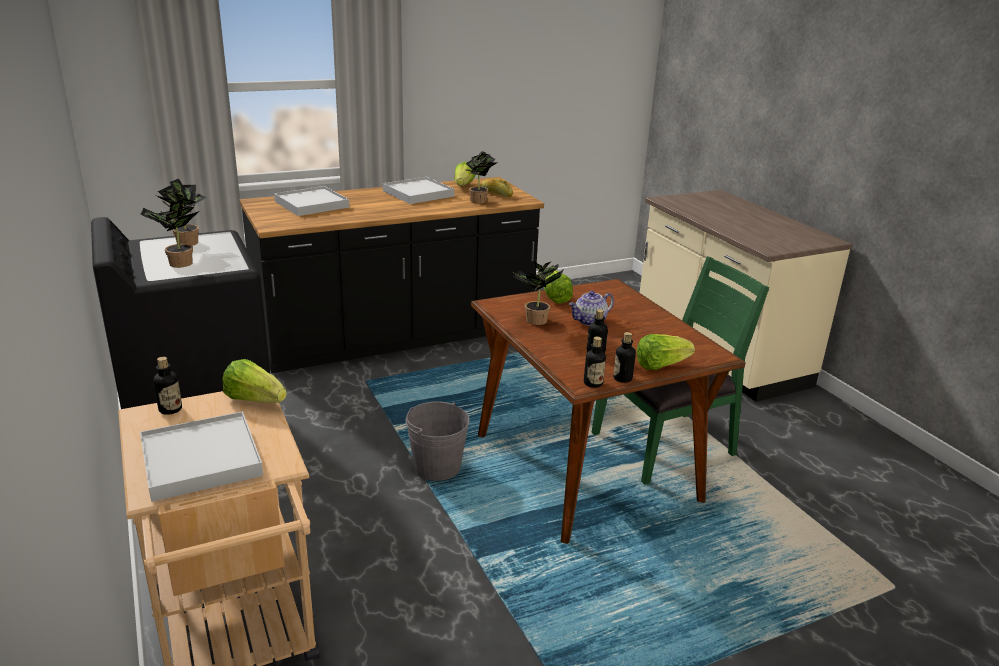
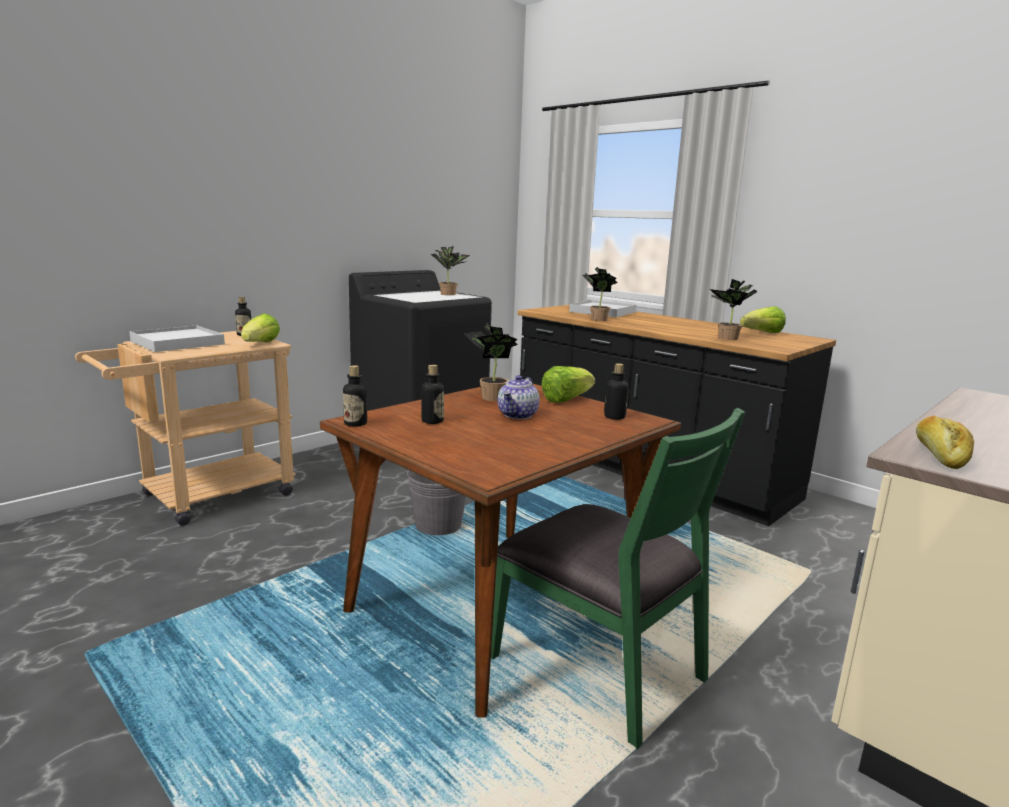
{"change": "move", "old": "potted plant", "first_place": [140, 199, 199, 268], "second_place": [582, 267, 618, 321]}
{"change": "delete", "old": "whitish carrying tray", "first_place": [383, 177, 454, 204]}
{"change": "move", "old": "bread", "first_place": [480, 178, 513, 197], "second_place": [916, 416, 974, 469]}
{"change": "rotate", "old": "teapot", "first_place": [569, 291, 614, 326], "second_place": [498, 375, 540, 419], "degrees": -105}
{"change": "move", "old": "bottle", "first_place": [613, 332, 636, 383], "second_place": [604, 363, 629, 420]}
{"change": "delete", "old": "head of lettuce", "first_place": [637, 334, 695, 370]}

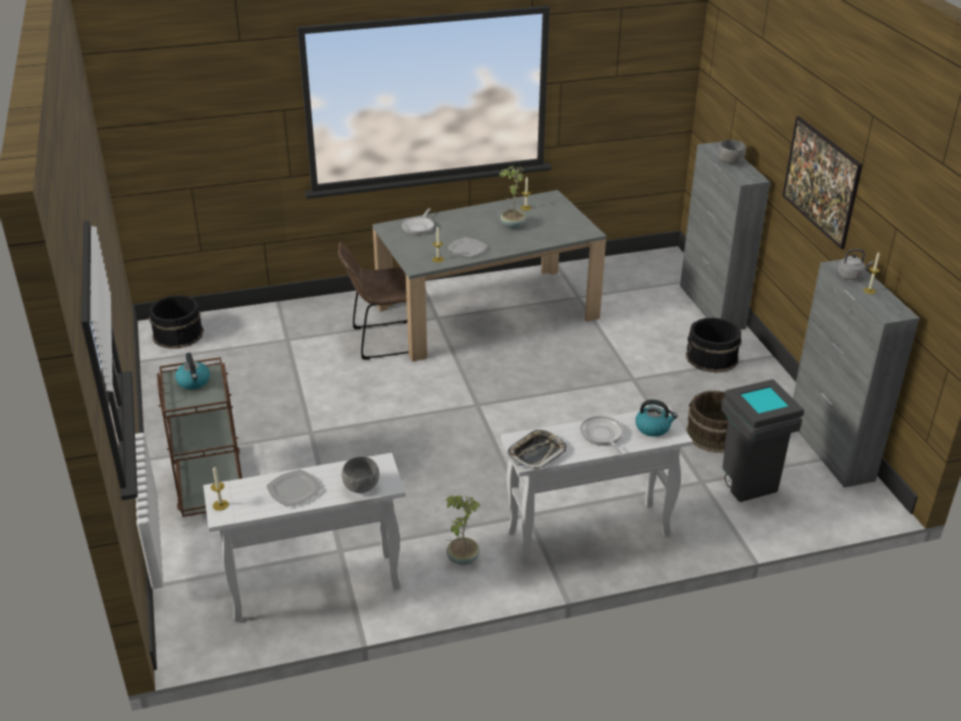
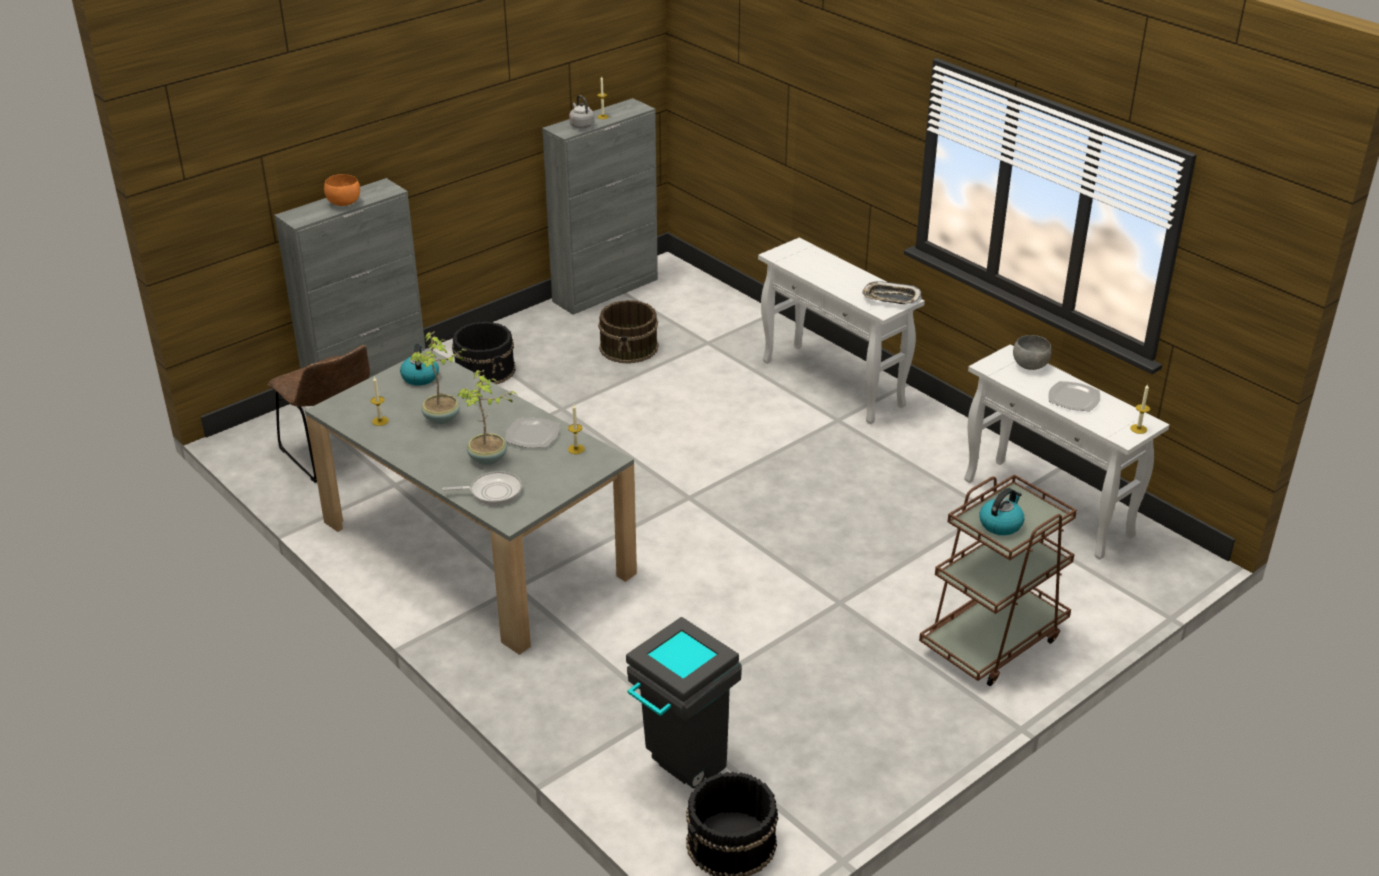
{"change": "move", "old": "brown-coloured chair", "first_place": [338, 242, 409, 360], "second_place": [268, 345, 370, 483]}
{"change": "move", "old": "potted plant", "first_place": [444, 495, 480, 565], "second_place": [457, 370, 517, 465]}
{"change": "delete", "old": "frying pan", "first_place": [580, 416, 623, 456]}
{"change": "move", "old": "kettle", "first_place": [635, 400, 678, 437], "second_place": [400, 344, 439, 386]}
{"change": "recolor", "old": "gray deep dish", "new": "orangey deep dish", "first_place": [718, 140, 746, 165], "second_place": [324, 174, 360, 206]}
{"change": "move", "old": "gray waste bin", "first_place": [721, 379, 804, 502], "second_place": [626, 617, 742, 788]}
{"change": "delete", "old": "wall picture", "first_place": [782, 116, 862, 249]}

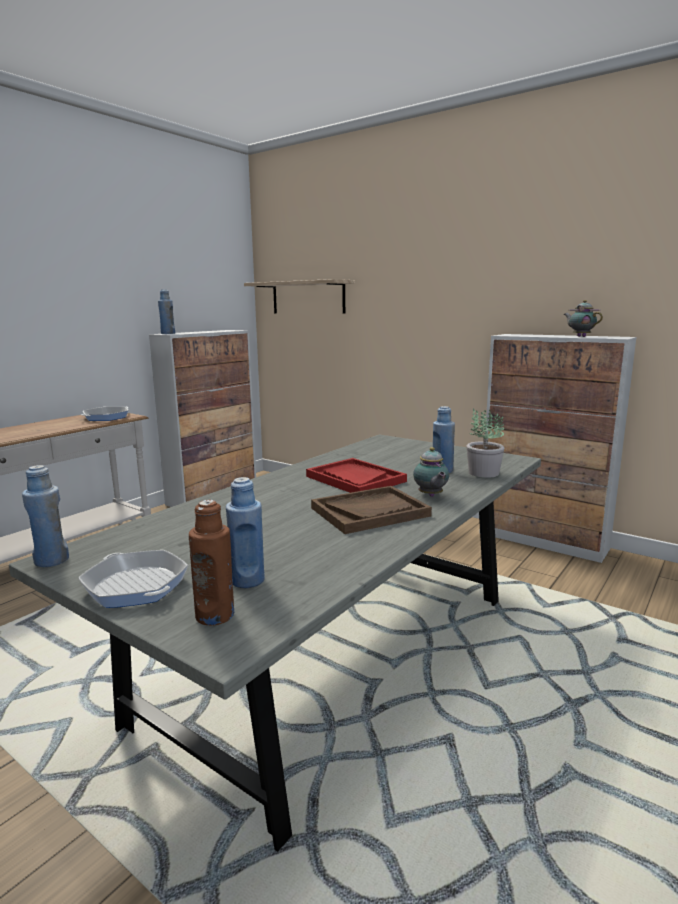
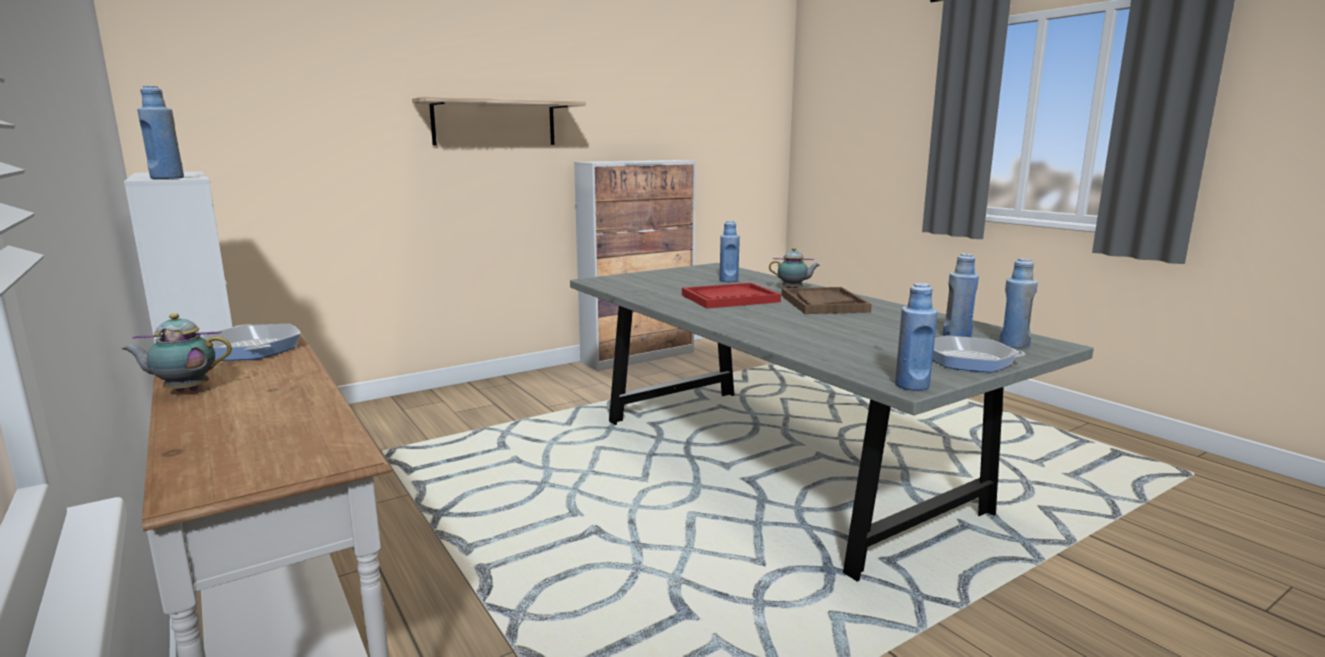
{"change": "rotate", "old": "frying pan", "first_place": [78, 550, 188, 608], "second_place": [933, 336, 1025, 373], "degrees": 45}
{"change": "recolor", "old": "brown-coloured bottle", "new": "bluish bottle", "first_place": [189, 500, 234, 626], "second_place": [999, 258, 1038, 348]}
{"change": "move", "old": "shelf", "first_place": [244, 279, 355, 314], "second_place": [412, 96, 586, 145]}
{"change": "delete", "old": "potted plant", "first_place": [467, 409, 505, 478]}
{"change": "move", "old": "teapot", "first_place": [564, 300, 603, 337], "second_place": [122, 313, 232, 392]}

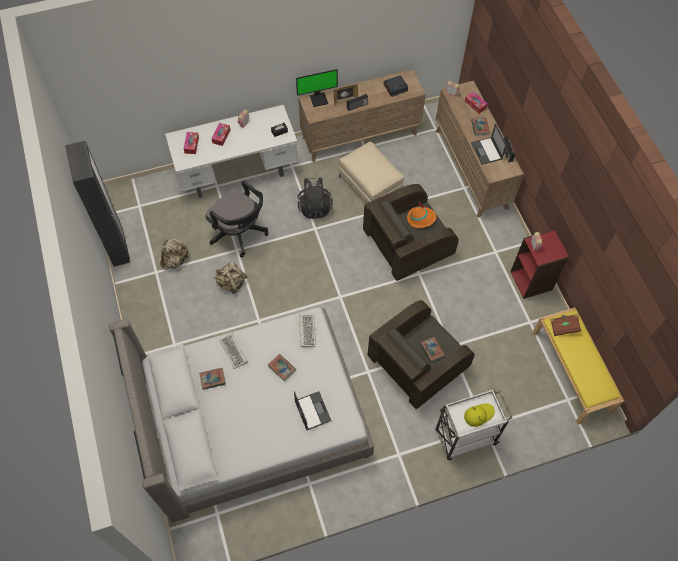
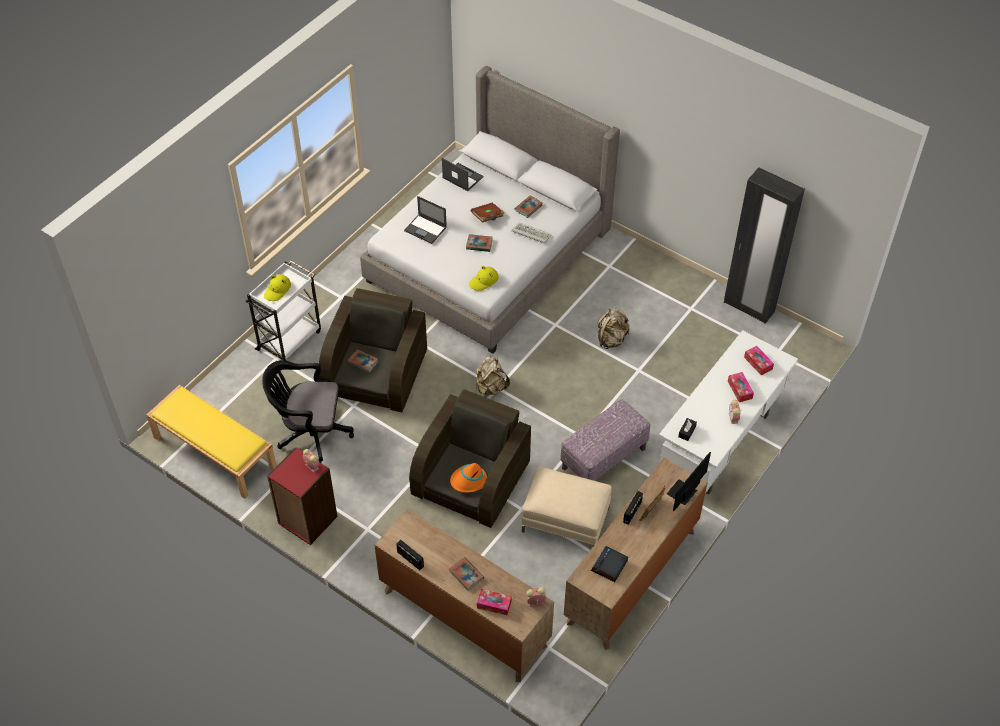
{"change": "move", "old": "sand-coloured rucksack", "first_place": [160, 237, 188, 270], "second_place": [476, 356, 510, 395]}
{"change": "move", "old": "black-coloured office chair", "first_place": [206, 180, 268, 257], "second_place": [262, 360, 354, 463]}
{"change": "replace", "old": "black-coloured rucksack", "new": "footrest", "first_place": [297, 178, 333, 219], "second_place": [560, 399, 650, 481]}
{"change": "replace", "old": "PC keyboard", "new": "yellowish wearable hat", "first_place": [299, 314, 316, 347], "second_place": [469, 266, 499, 291]}
{"change": "move", "old": "portable computer", "first_place": [471, 123, 507, 165], "second_place": [442, 158, 484, 191]}
{"change": "move", "old": "brown-coloured volume", "first_place": [550, 314, 581, 336], "second_place": [471, 203, 505, 223]}

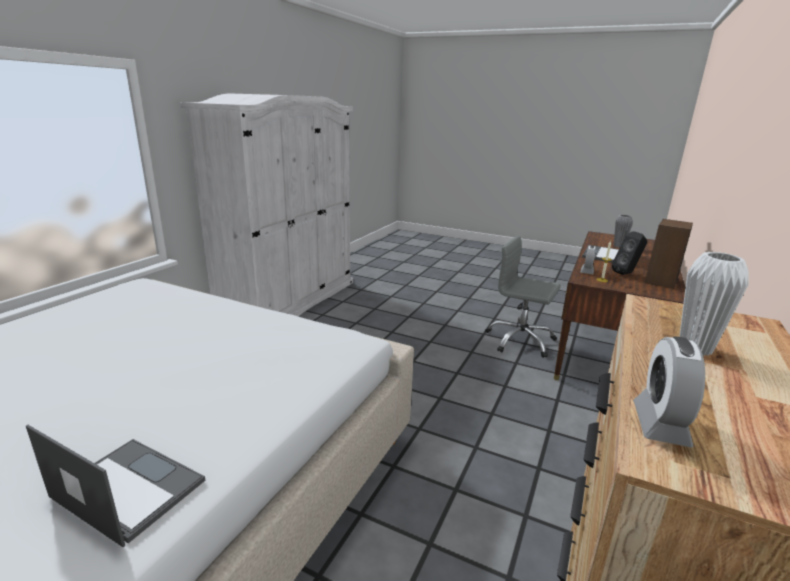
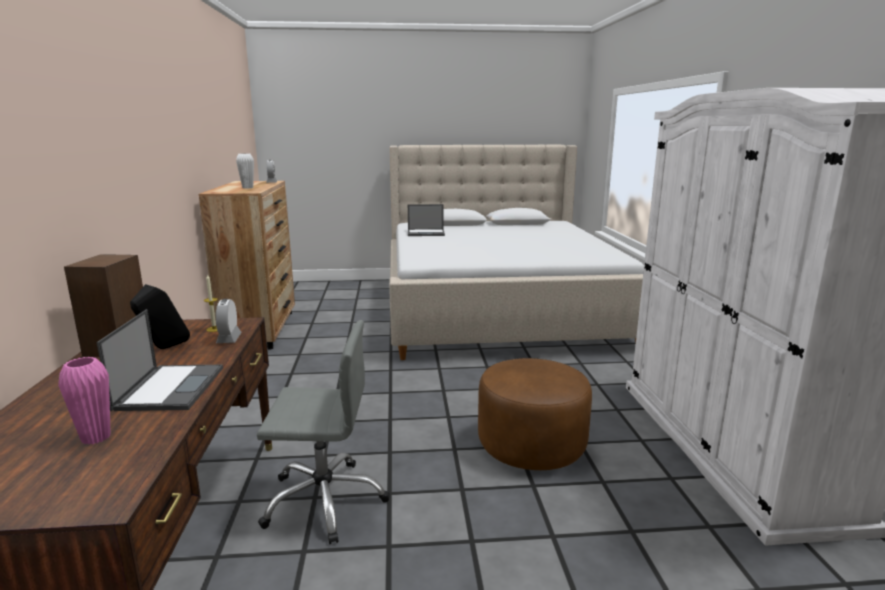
{"change": "recolor", "old": "gray decorative vase", "new": "pink-coloured decorative vase", "first_place": [614, 215, 633, 248], "second_place": [58, 357, 110, 445]}
{"change": "insert", "new": "brown-coloured footrest", "second_place": [478, 358, 592, 470]}

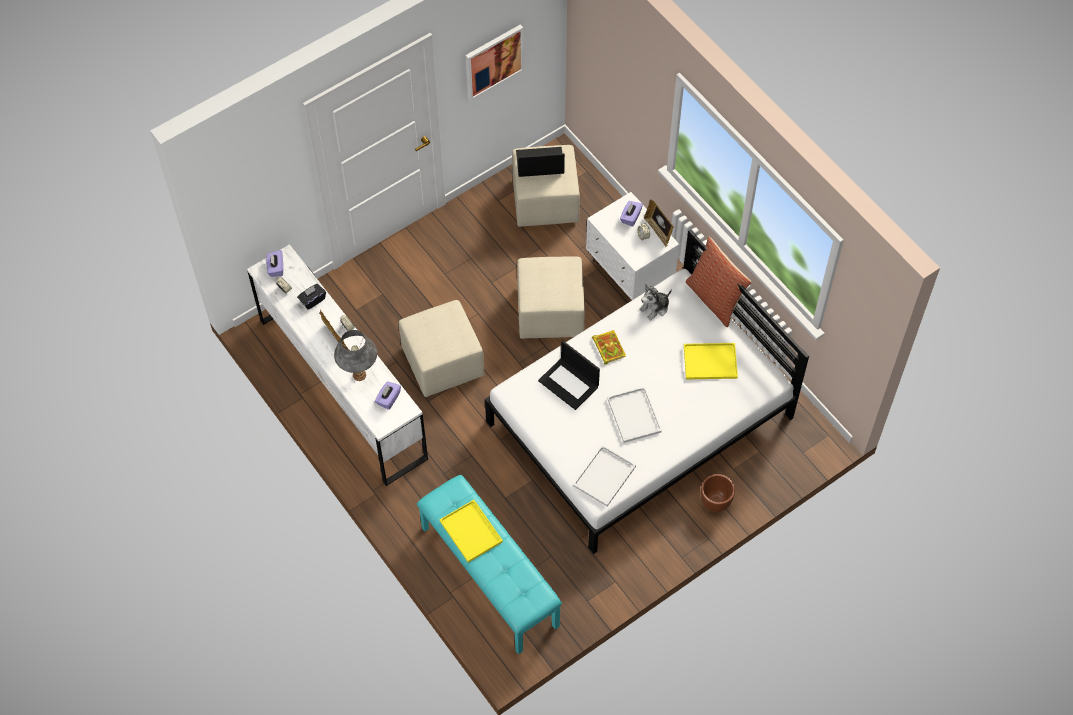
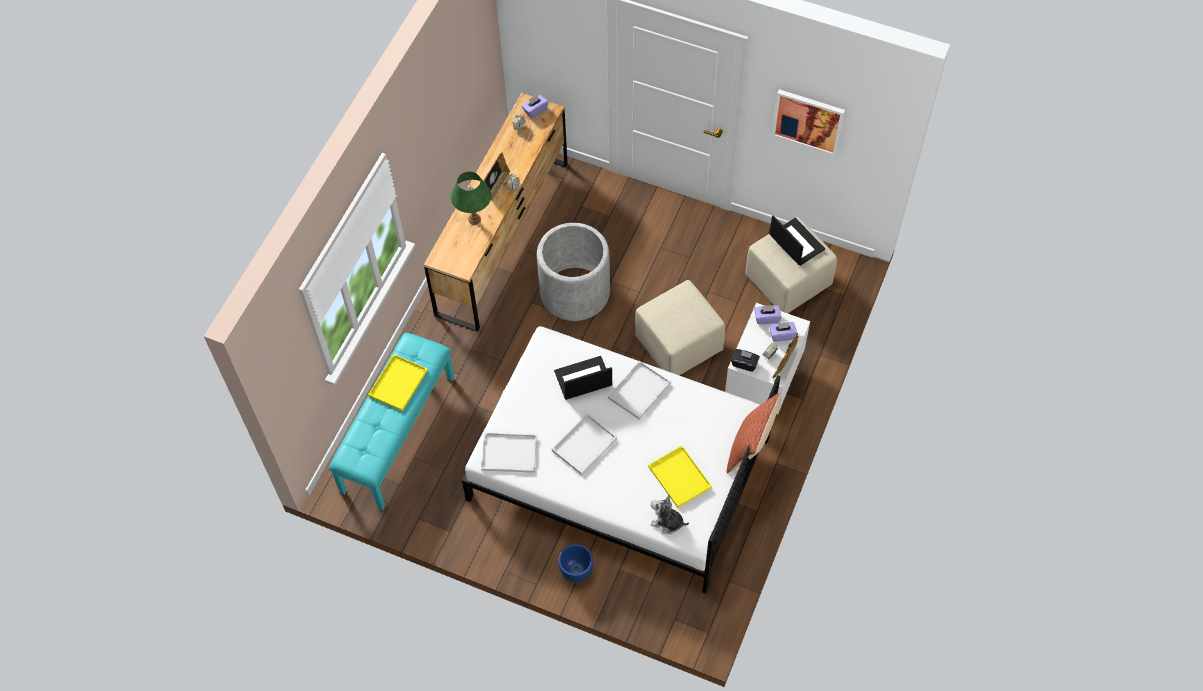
{"change": "recolor", "old": "whitish chest of drawers", "new": "brown-coloured chest of drawers", "first_place": [247, 244, 428, 486], "second_place": [424, 93, 568, 332]}
{"change": "move", "old": "black-coloured tissue holder", "first_place": [297, 284, 326, 310], "second_place": [731, 349, 760, 372]}
{"change": "recolor", "old": "gray table lamp", "new": "greenish table lamp", "first_place": [334, 330, 377, 381], "second_place": [451, 172, 491, 225]}
{"change": "move", "old": "purple-coloured tissue holder", "first_place": [375, 381, 401, 410], "second_place": [754, 306, 781, 324]}
{"change": "replace", "old": "sand-coloured footrest", "new": "gray flower pot", "first_place": [399, 300, 485, 397], "second_place": [537, 223, 610, 321]}
{"change": "rotate", "old": "portable computer", "first_place": [538, 340, 600, 410], "second_place": [554, 356, 612, 400], "degrees": 60}
{"change": "replace", "old": "volume", "new": "whitish carrying tray", "first_place": [592, 330, 626, 364], "second_place": [608, 361, 671, 420]}
{"change": "move", "old": "soft toy", "first_place": [639, 284, 672, 321], "second_place": [651, 495, 689, 534]}
{"change": "recolor", "old": "brown-coloured flower pot", "new": "bluish flower pot", "first_place": [701, 474, 735, 512], "second_place": [558, 544, 593, 582]}

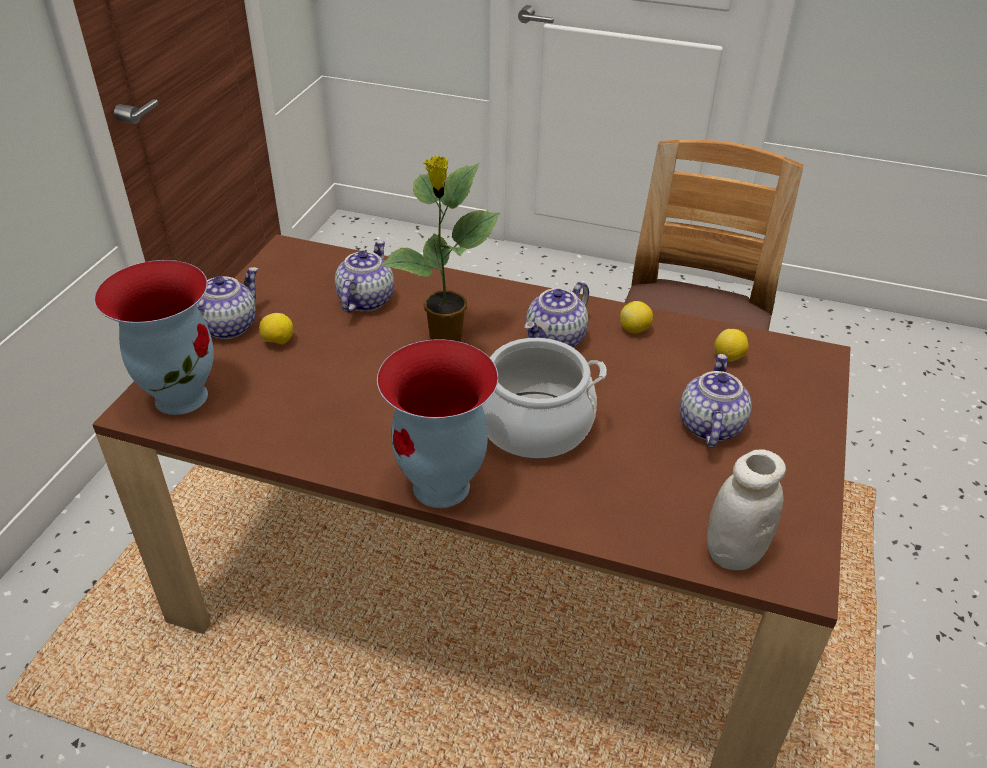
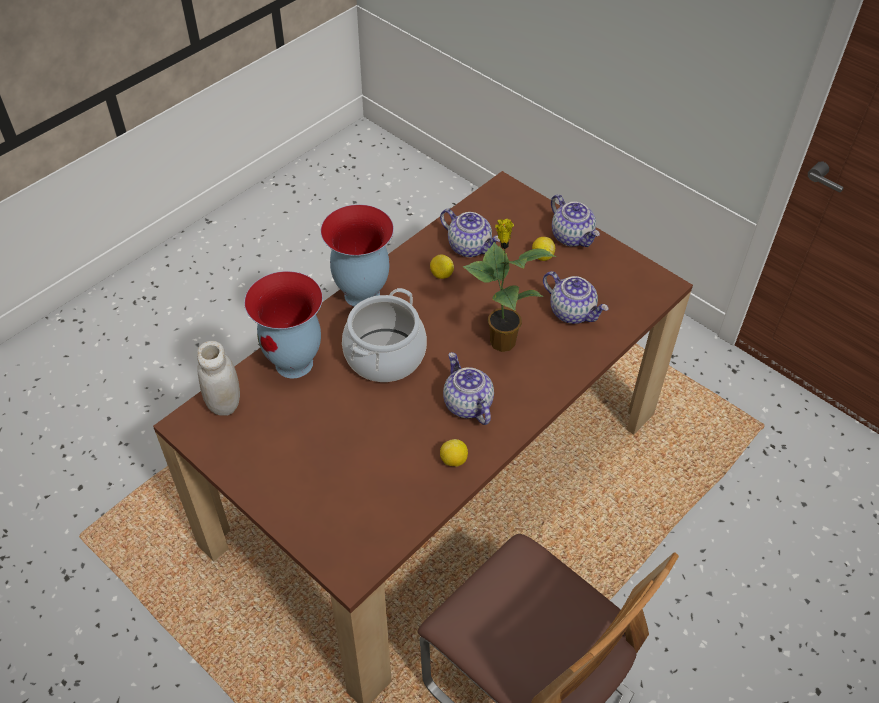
{"change": "move", "old": "decorative vase", "first_place": [94, 260, 214, 415], "second_place": [244, 271, 323, 379]}
{"change": "move", "old": "teapot", "first_place": [680, 354, 752, 448], "second_place": [440, 209, 500, 257]}
{"change": "move", "old": "citrus fruit", "first_place": [714, 329, 749, 361], "second_place": [430, 255, 454, 279]}

